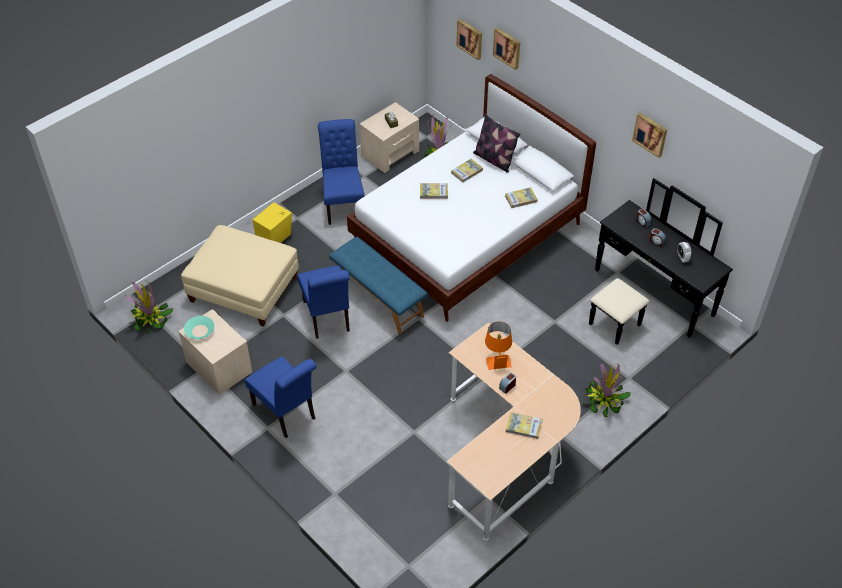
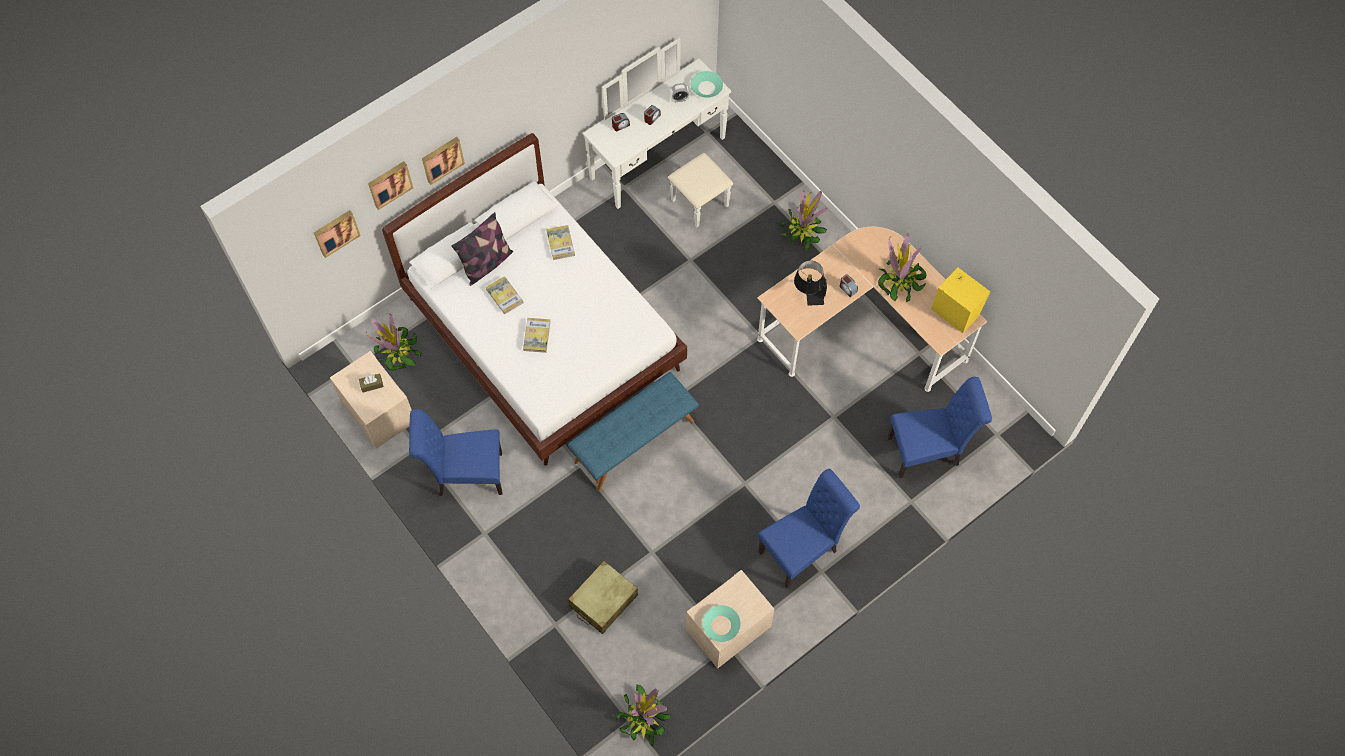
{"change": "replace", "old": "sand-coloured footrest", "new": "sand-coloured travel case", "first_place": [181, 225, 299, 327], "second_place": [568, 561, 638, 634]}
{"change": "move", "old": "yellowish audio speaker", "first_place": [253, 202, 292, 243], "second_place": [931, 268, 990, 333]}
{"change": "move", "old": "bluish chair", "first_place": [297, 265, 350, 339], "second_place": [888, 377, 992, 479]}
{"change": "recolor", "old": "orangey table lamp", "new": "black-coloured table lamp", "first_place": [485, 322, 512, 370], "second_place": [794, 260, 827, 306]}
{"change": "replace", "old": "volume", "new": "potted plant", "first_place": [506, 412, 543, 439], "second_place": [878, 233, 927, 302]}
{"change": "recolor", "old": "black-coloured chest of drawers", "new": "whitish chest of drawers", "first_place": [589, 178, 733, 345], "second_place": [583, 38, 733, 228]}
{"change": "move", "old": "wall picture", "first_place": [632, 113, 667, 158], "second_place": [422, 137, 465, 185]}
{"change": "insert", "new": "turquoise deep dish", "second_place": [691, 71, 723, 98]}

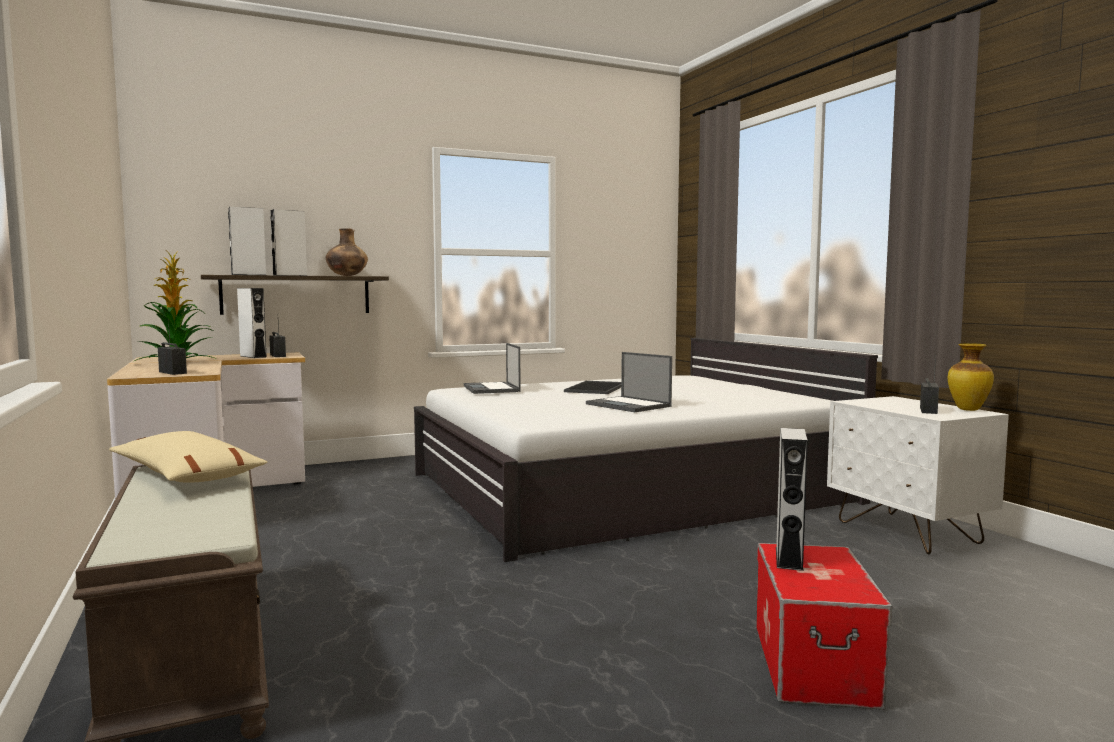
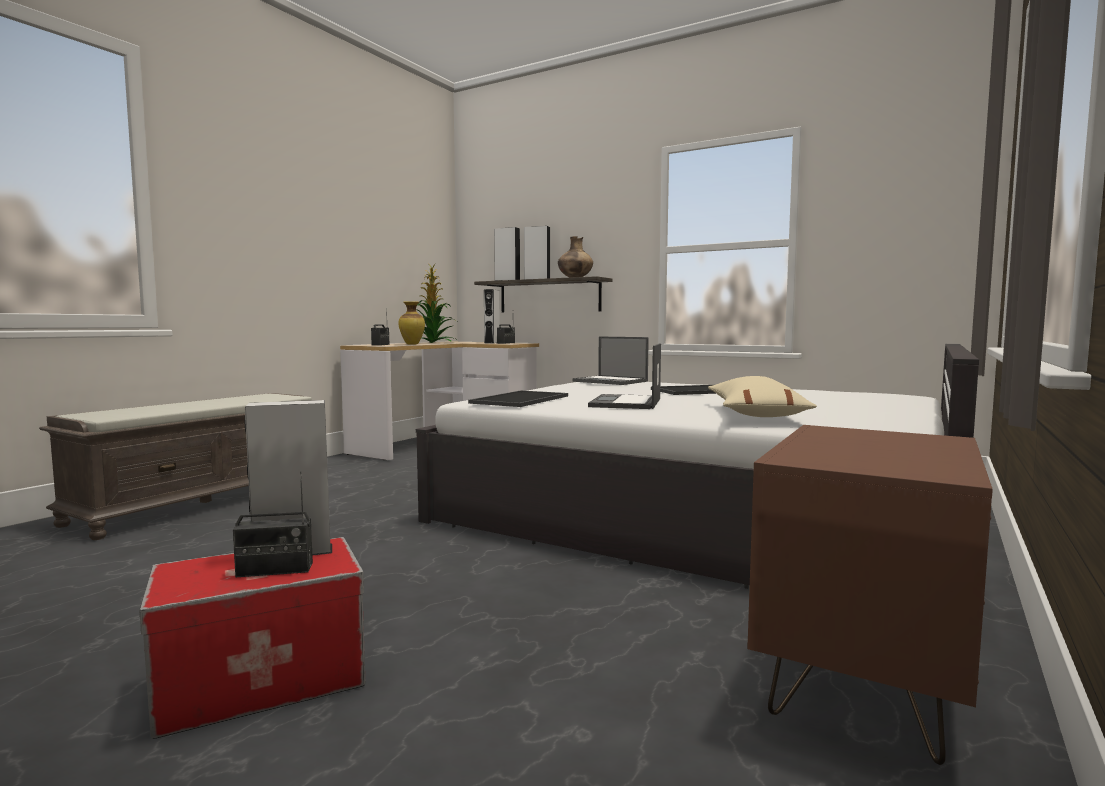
{"change": "move", "old": "sand-coloured cushion", "first_place": [109, 431, 268, 483], "second_place": [708, 376, 817, 417]}
{"change": "rotate", "old": "portable computer", "first_place": [464, 343, 520, 394], "second_place": [572, 336, 649, 385], "degrees": -90}
{"change": "recolor", "old": "whitish bedside table", "new": "brown-coloured bedside table", "first_place": [827, 396, 1009, 555], "second_place": [747, 425, 993, 765]}
{"change": "move", "old": "radio receiver", "first_place": [920, 355, 939, 414], "second_place": [233, 471, 313, 577]}
{"change": "move", "old": "decorative vase", "first_place": [948, 343, 994, 411], "second_place": [399, 301, 425, 345]}
{"change": "insert", "new": "carrying tray", "second_place": [468, 390, 568, 407]}

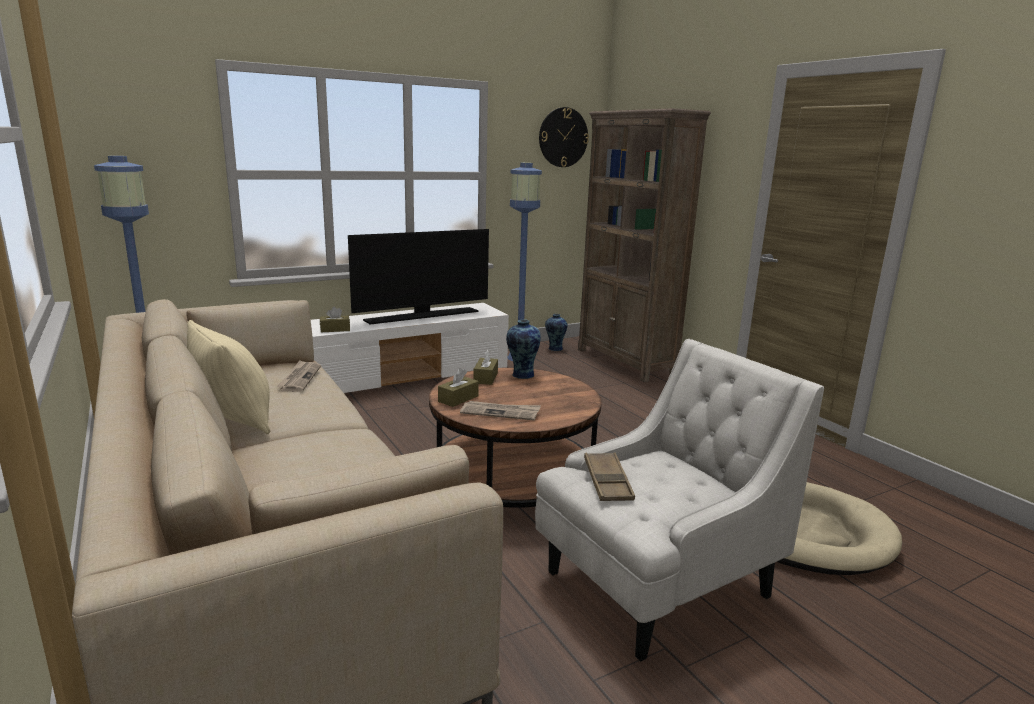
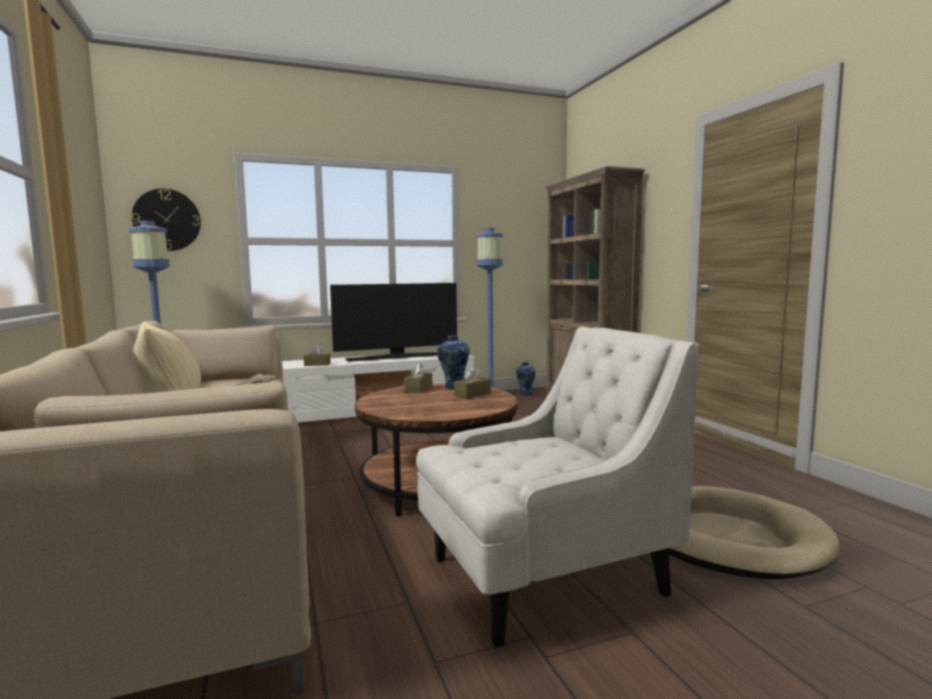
{"change": "move", "old": "brown-coloured tissue holder", "first_place": [438, 368, 479, 407], "second_place": [454, 366, 491, 399]}
{"change": "delete", "old": "printed paper", "first_place": [460, 401, 541, 420]}
{"change": "move", "old": "hanging clock", "first_place": [539, 107, 589, 167], "second_place": [132, 188, 201, 251]}
{"change": "delete", "old": "brown-coloured carrying tray", "first_place": [584, 453, 635, 501]}

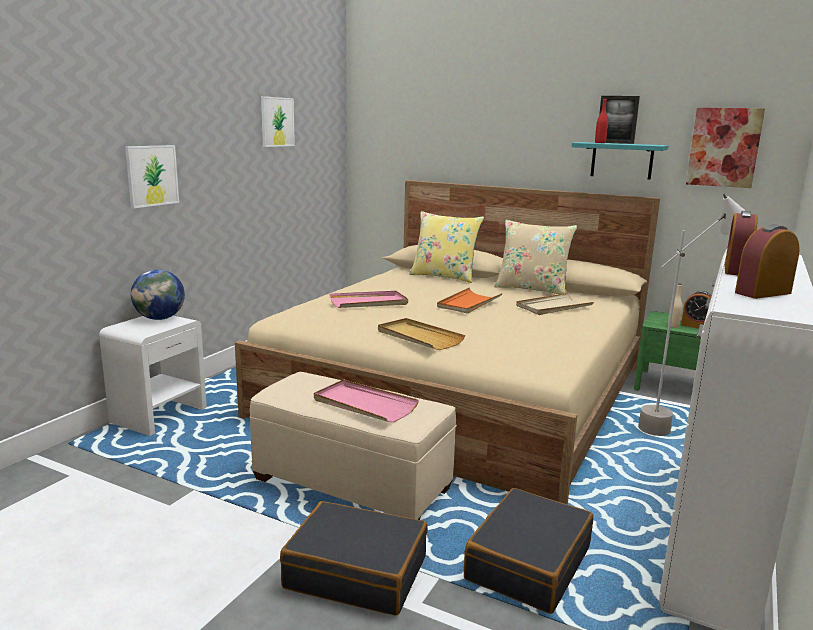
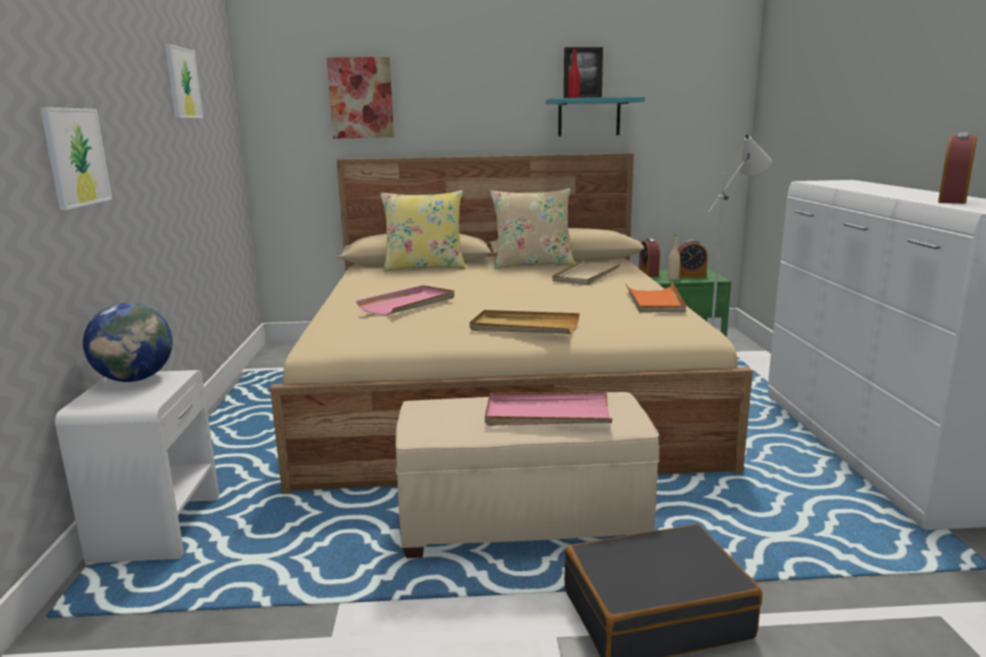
{"change": "move", "old": "orangey carrying tray", "first_place": [437, 287, 502, 314], "second_place": [625, 283, 686, 313]}
{"change": "delete", "old": "black-coloured travel case", "first_place": [464, 488, 593, 614]}
{"change": "move", "old": "wall picture", "first_place": [686, 108, 765, 188], "second_place": [327, 57, 394, 139]}
{"change": "move", "old": "table clock", "first_place": [725, 211, 758, 275], "second_place": [639, 238, 660, 277]}

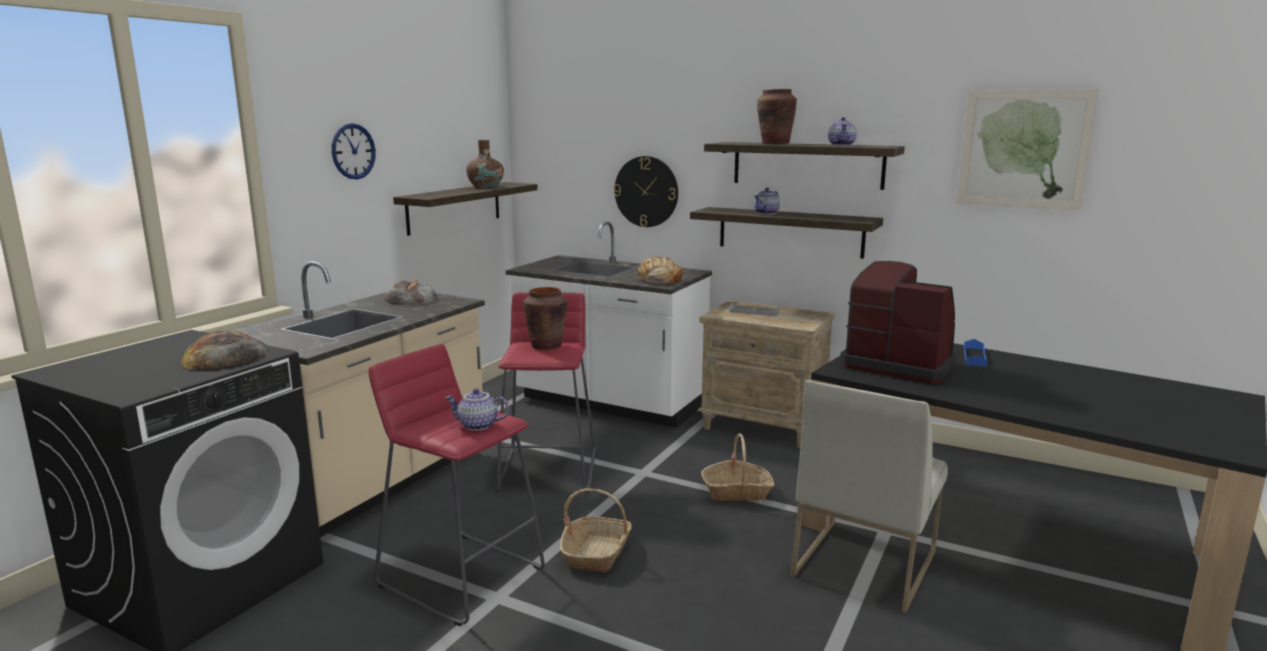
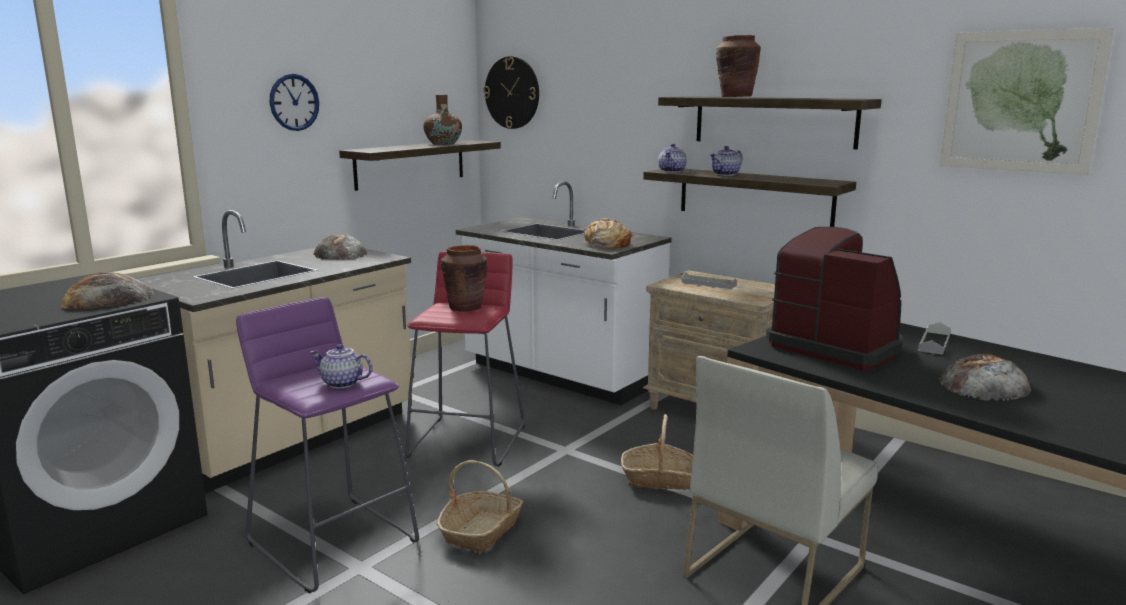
{"change": "recolor", "old": "reddish sitting stool", "new": "purple-coloured sitting stool", "first_place": [368, 344, 545, 626], "second_place": [236, 297, 419, 593]}
{"change": "move", "old": "hanging clock", "first_place": [614, 156, 678, 227], "second_place": [484, 56, 539, 129]}
{"change": "move", "old": "teapot", "first_place": [828, 117, 857, 146], "second_place": [658, 144, 687, 172]}
{"change": "recolor", "old": "bluish carrying tray", "new": "gray carrying tray", "first_place": [964, 339, 987, 367], "second_place": [918, 322, 951, 355]}
{"change": "insert", "new": "bread", "second_place": [939, 354, 1031, 401]}

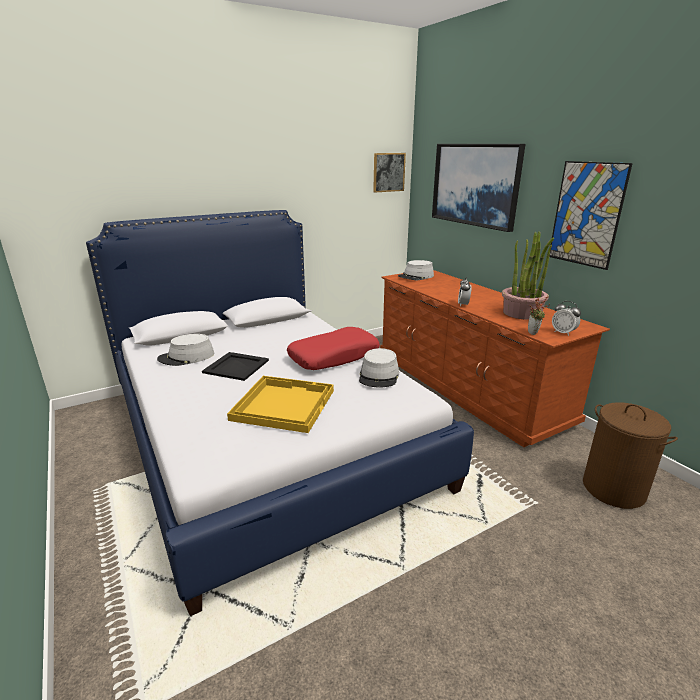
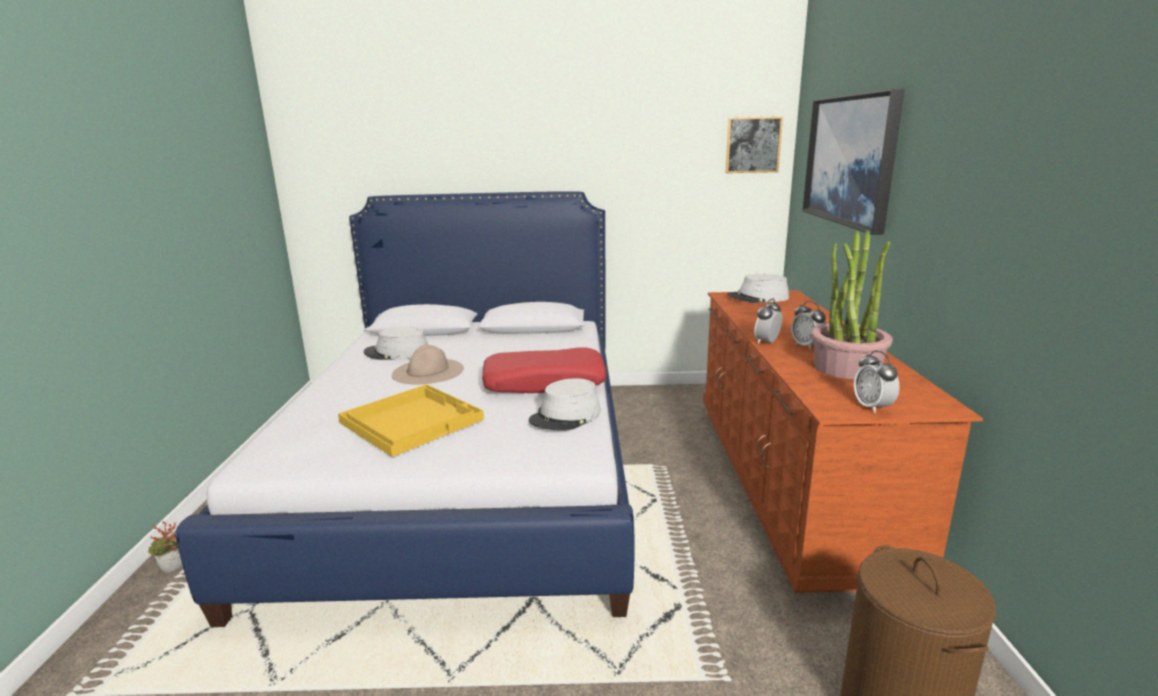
{"change": "replace", "old": "black-coloured carrying tray", "new": "sand-coloured wearable hat", "first_place": [202, 352, 269, 381], "second_place": [392, 345, 464, 385]}
{"change": "move", "old": "potted plant", "first_place": [528, 297, 550, 335], "second_place": [148, 521, 182, 573]}
{"change": "delete", "old": "wall picture", "first_place": [549, 161, 633, 270]}
{"change": "insert", "new": "table clock", "second_place": [791, 301, 826, 350]}

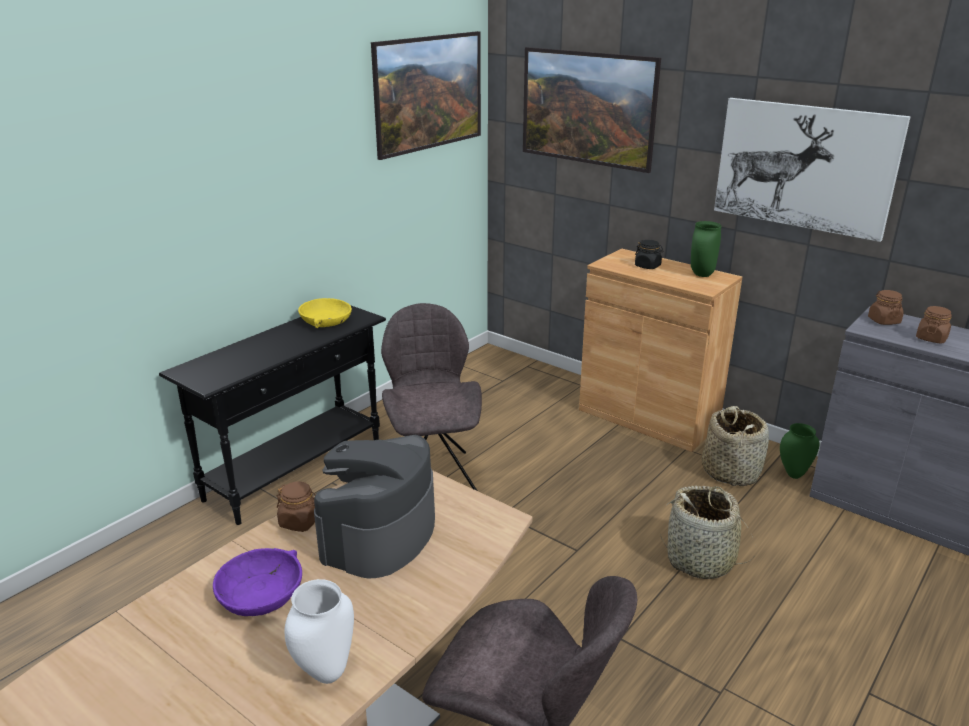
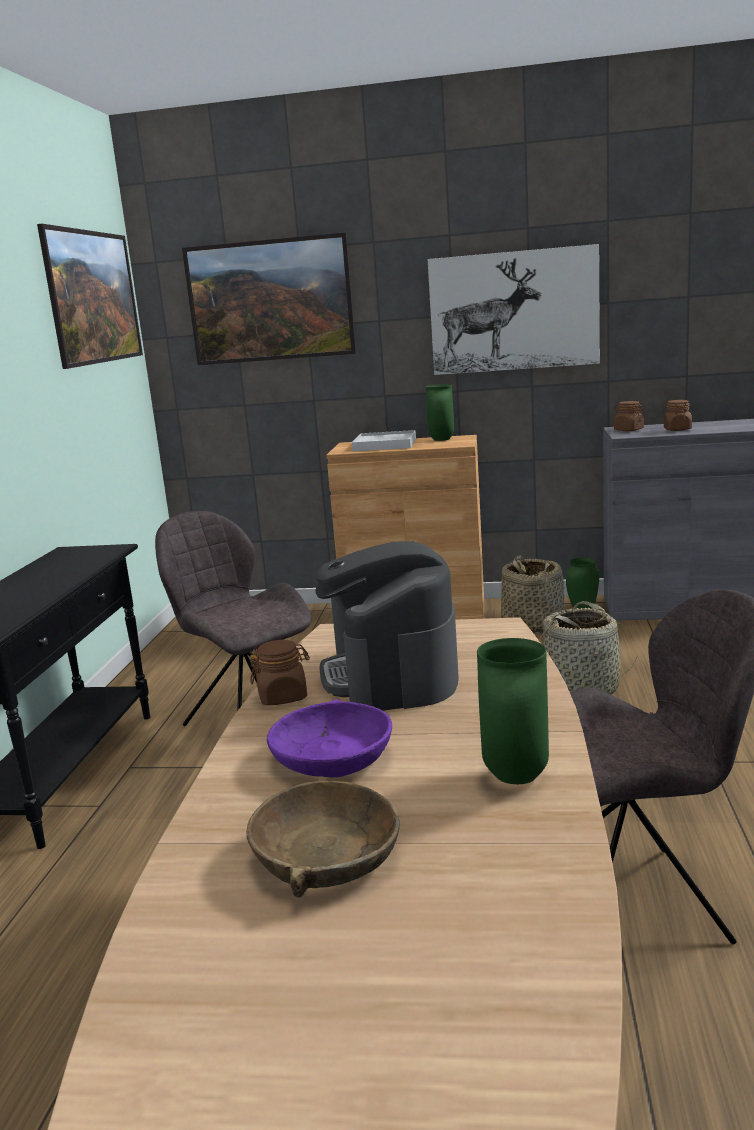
{"change": "recolor", "old": "whitish decorative vase", "new": "greenish decorative vase", "first_place": [285, 579, 354, 684], "second_place": [477, 638, 549, 784]}
{"change": "delete", "old": "yellowish deep dish", "first_place": [298, 298, 352, 328]}
{"change": "replace", "old": "black-coloured jar", "new": "whitish carrying tray", "first_place": [635, 240, 663, 269], "second_place": [352, 430, 416, 451]}
{"change": "insert", "new": "brown-coloured deep dish", "second_place": [246, 781, 400, 898]}

